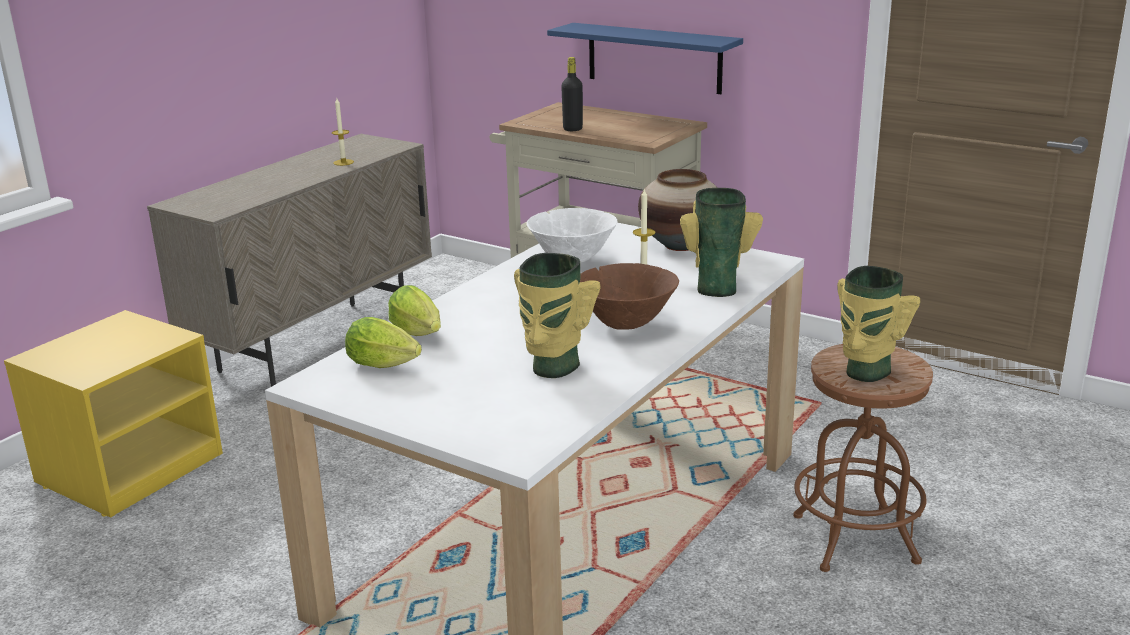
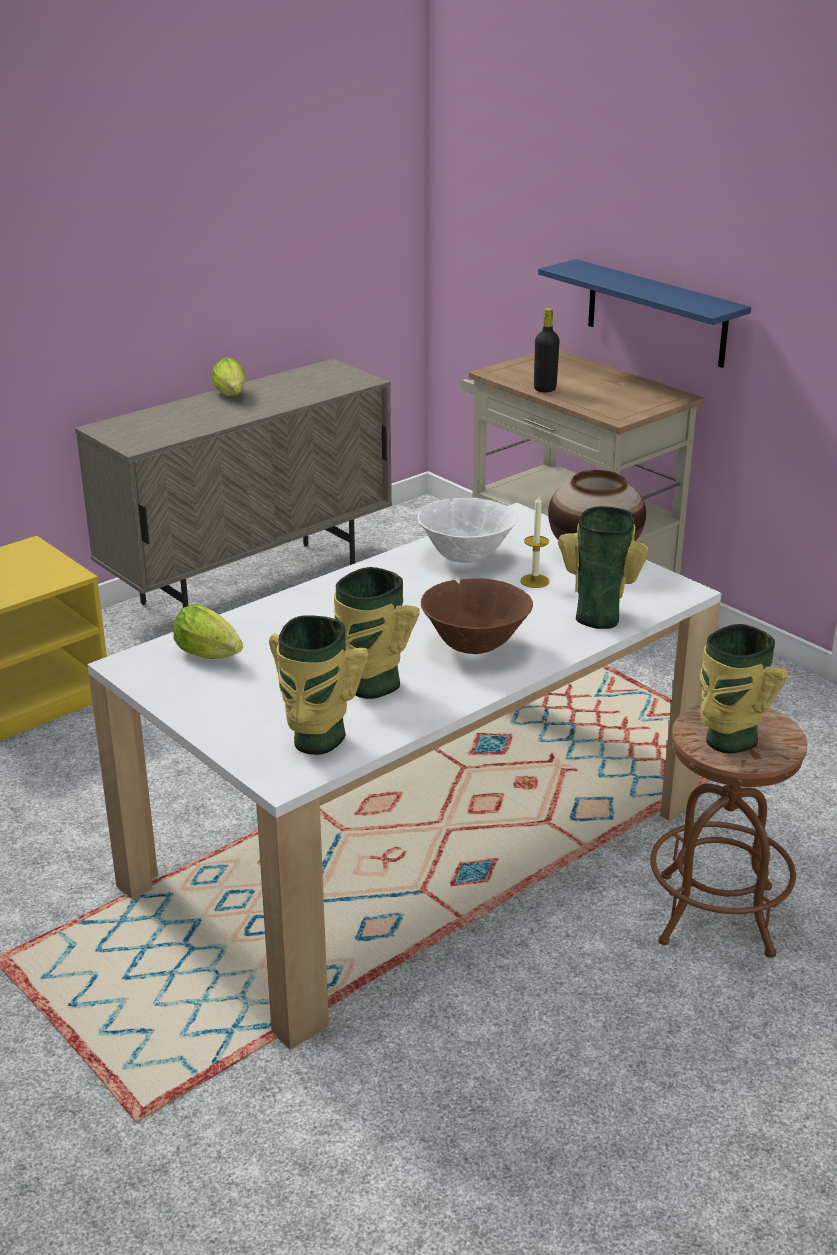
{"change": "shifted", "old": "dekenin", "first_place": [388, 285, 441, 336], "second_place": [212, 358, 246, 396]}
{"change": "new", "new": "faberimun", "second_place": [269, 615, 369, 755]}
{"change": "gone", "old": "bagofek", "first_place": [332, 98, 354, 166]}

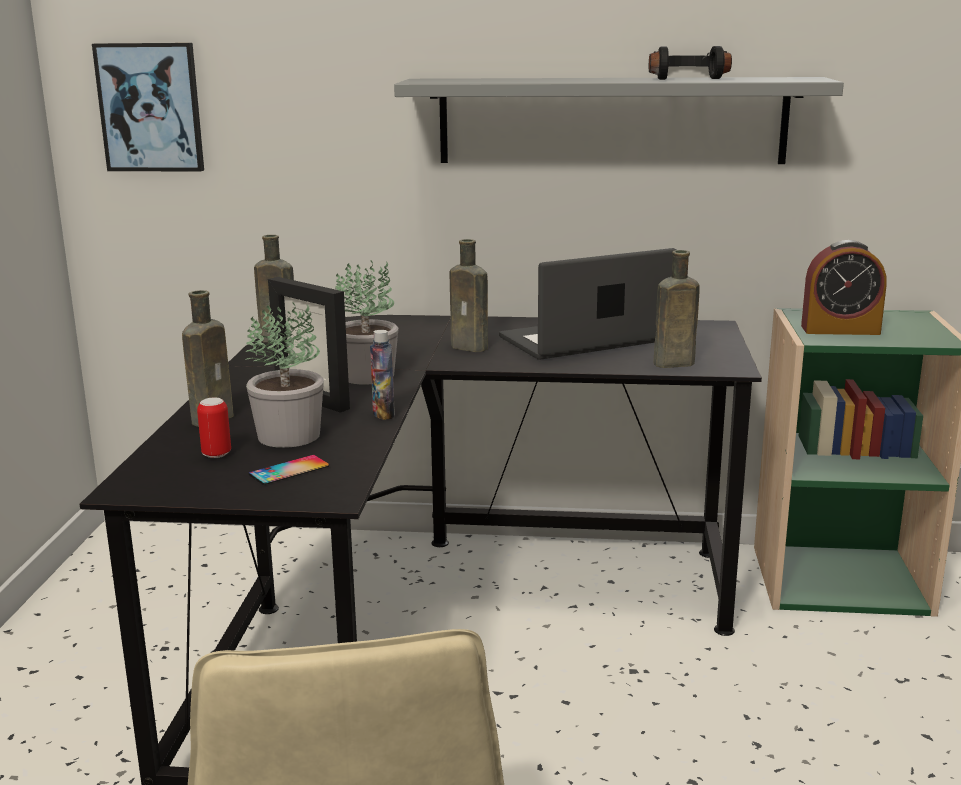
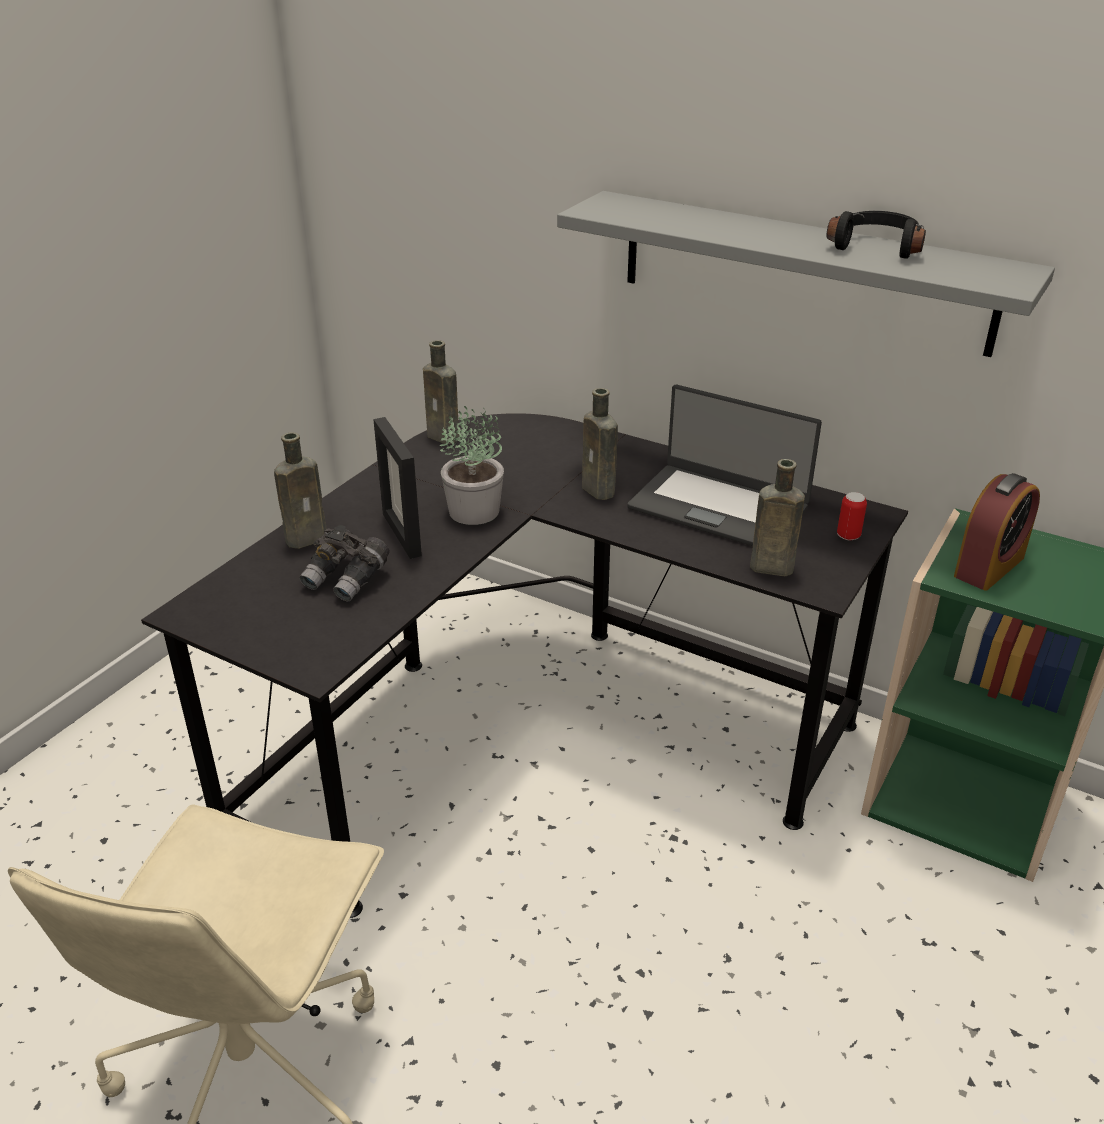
{"change": "swapped", "old": "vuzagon", "new": "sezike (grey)", "first_place": [245, 302, 324, 448], "second_place": [299, 525, 390, 601]}
{"change": "rotated", "old": "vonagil", "first_place": [499, 248, 677, 360], "second_place": [627, 385, 822, 546], "degrees": -150}
{"change": "shifted", "old": "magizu", "first_place": [197, 397, 231, 458], "second_place": [837, 492, 867, 540]}
{"change": "rotated", "old": "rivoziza", "first_place": [801, 240, 887, 335], "second_place": [954, 473, 1040, 591], "degrees": -75}
{"change": "gone", "old": "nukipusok", "first_place": [92, 43, 204, 172]}
{"change": "gone", "old": "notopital", "first_place": [249, 455, 329, 485]}
{"change": "gone", "old": "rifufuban", "first_place": [370, 330, 395, 420]}

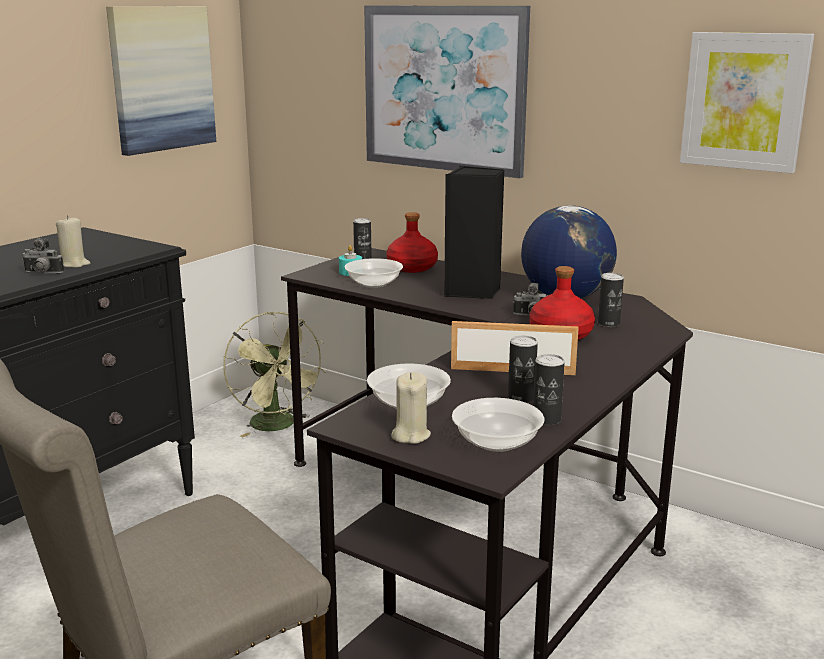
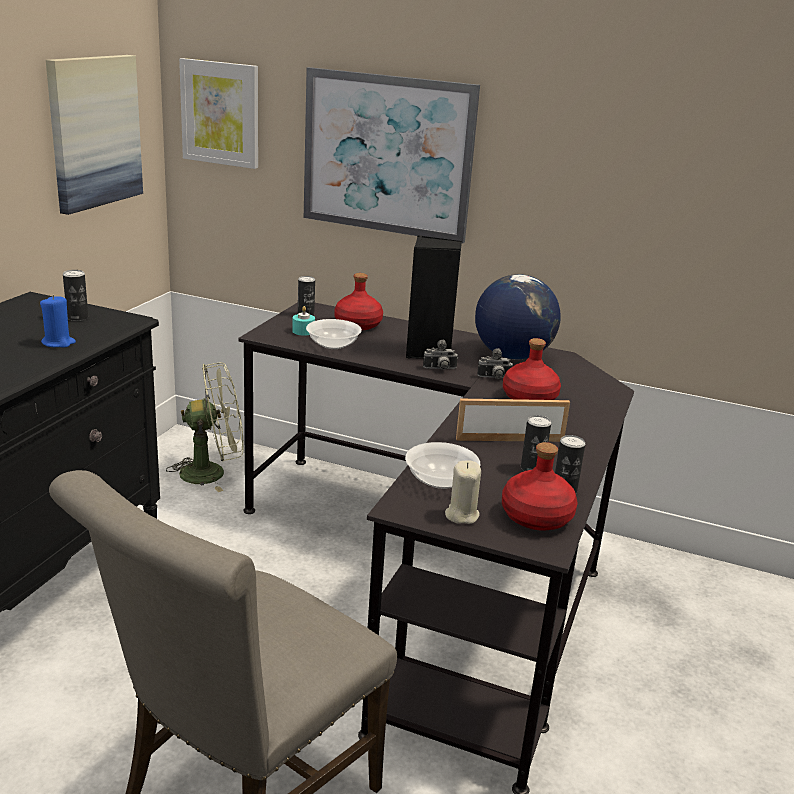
{"change": "repainted", "old": "bagofek (beige)", "new": "bagofek (blue)", "first_place": [56, 215, 90, 268], "second_place": [40, 295, 76, 347]}
{"change": "shifted", "old": "magizu", "first_place": [598, 273, 624, 327], "second_place": [63, 270, 88, 321]}
{"change": "rotated", "old": "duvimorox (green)", "first_place": [223, 312, 326, 437], "second_place": [166, 362, 244, 492], "degrees": -60}
{"change": "shifted", "old": "nukipusok", "first_place": [680, 32, 814, 173], "second_place": [179, 58, 258, 169]}
{"change": "shifted", "old": "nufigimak", "first_place": [22, 238, 64, 274], "second_place": [423, 340, 458, 370]}
{"change": "swapped", "old": "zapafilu", "new": "rifufuban (red)", "first_place": [452, 398, 544, 452], "second_place": [502, 442, 578, 530]}

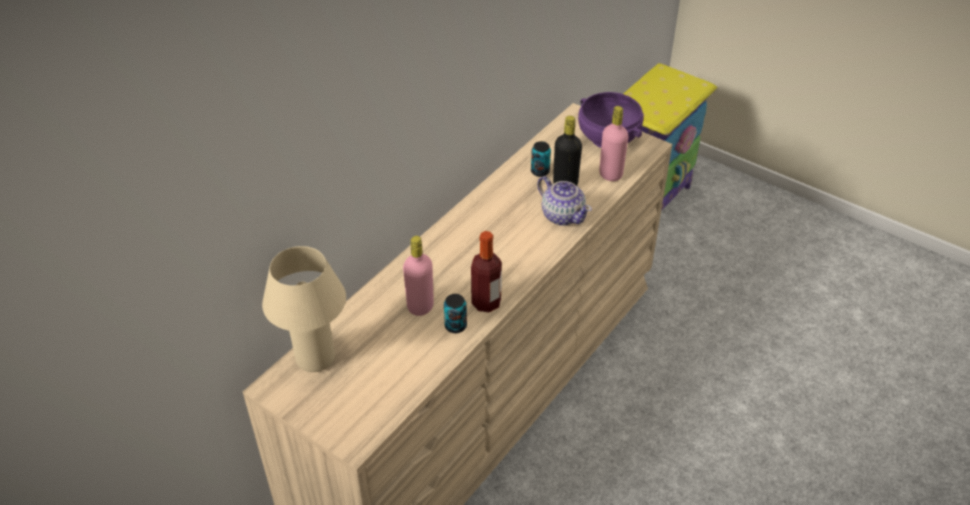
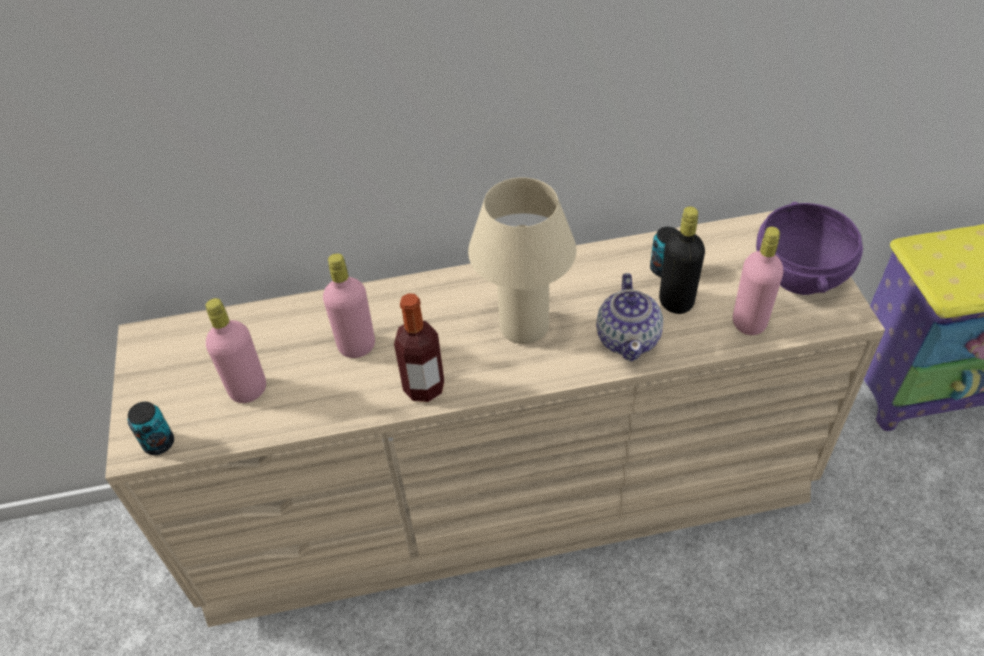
{"change": "shifted", "old": "magizu", "first_place": [444, 294, 467, 333], "second_place": [128, 402, 174, 455]}
{"change": "new", "new": "rifufuban (pink)", "second_place": [205, 298, 266, 403]}
{"change": "shifted", "old": "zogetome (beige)", "first_place": [262, 246, 346, 372], "second_place": [468, 178, 577, 344]}

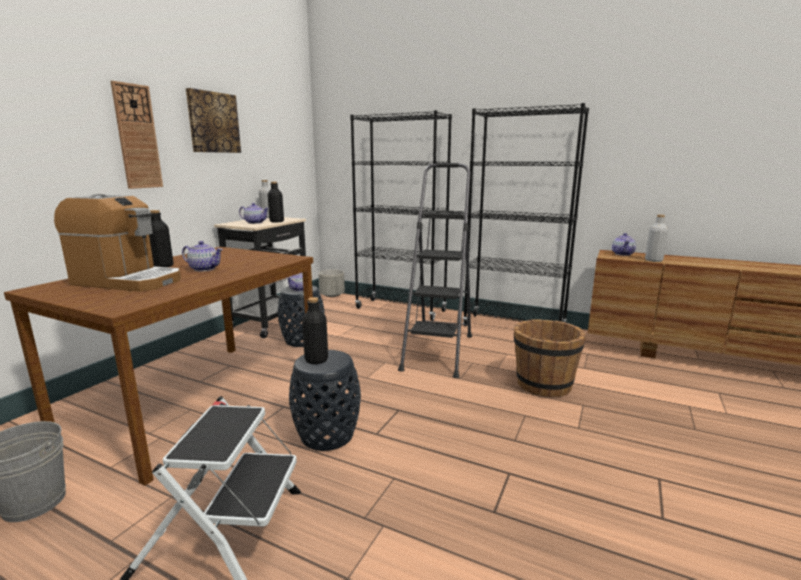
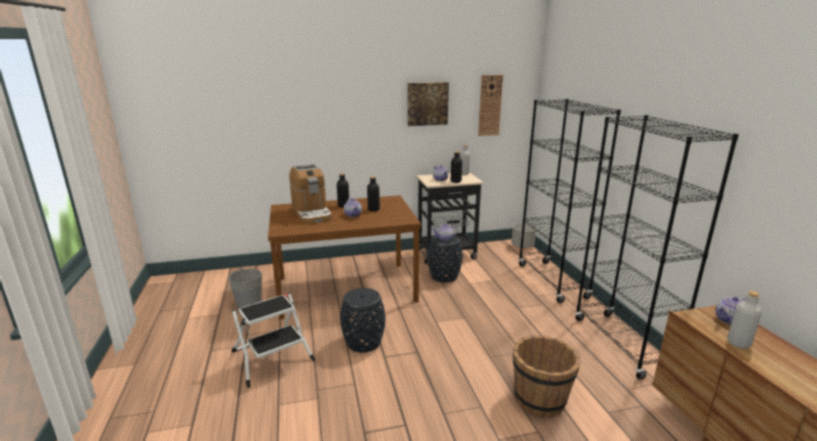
{"change": "shifted", "old": "rifufuban (black)", "first_place": [302, 297, 328, 364], "second_place": [367, 176, 380, 211]}
{"change": "shifted", "old": "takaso", "first_place": [111, 81, 163, 189], "second_place": [478, 75, 503, 136]}
{"change": "gone", "old": "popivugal", "first_place": [398, 163, 472, 378]}

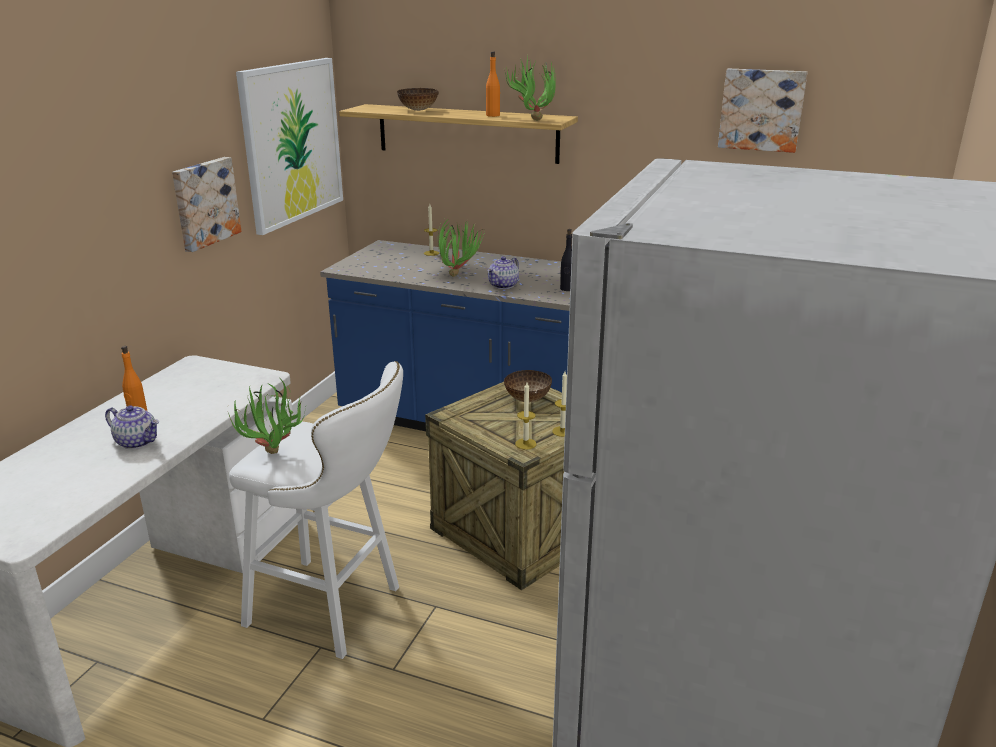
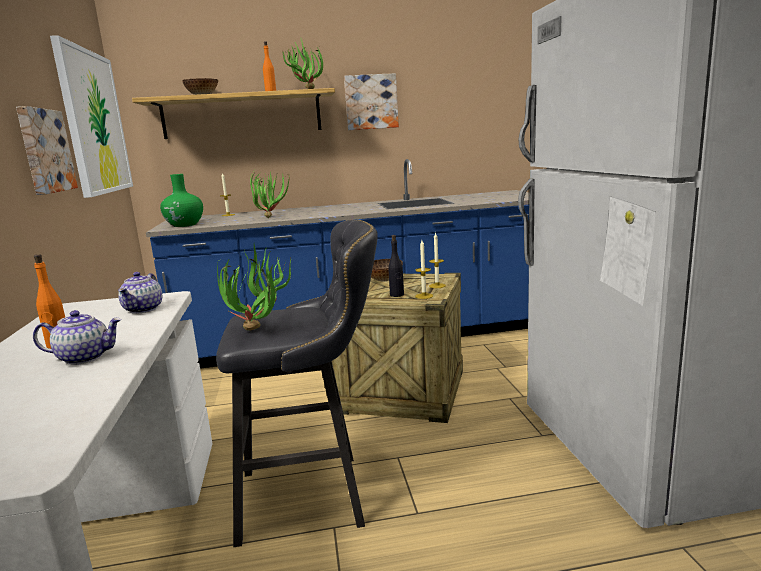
{"change": "shifted", "old": "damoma", "first_place": [487, 256, 519, 289], "second_place": [118, 272, 162, 314]}
{"change": "new", "new": "faberimun (green)", "second_place": [160, 174, 203, 227]}
{"change": "repainted", "old": "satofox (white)", "new": "satofox (black)", "first_place": [229, 361, 403, 659], "second_place": [216, 220, 378, 547]}
{"change": "shifted", "old": "nukipusok", "first_place": [718, 69, 808, 153], "second_place": [344, 73, 399, 130]}
{"change": "shifted", "old": "rifufuban (black)", "first_place": [560, 229, 572, 291], "second_place": [388, 235, 404, 297]}

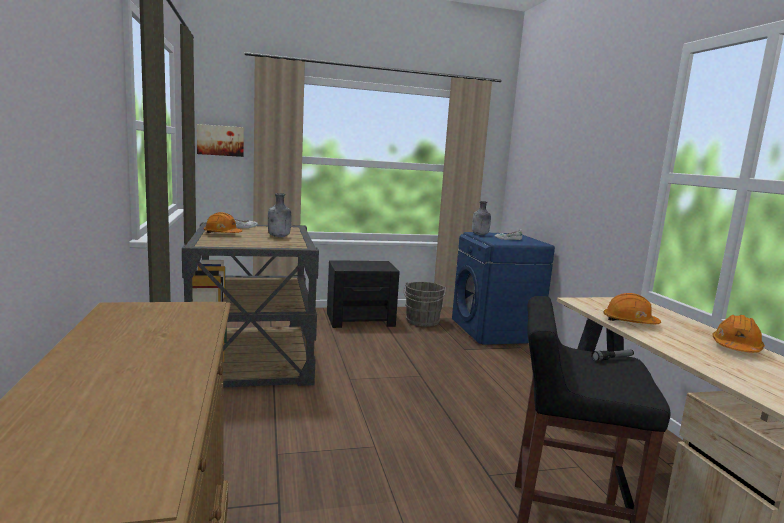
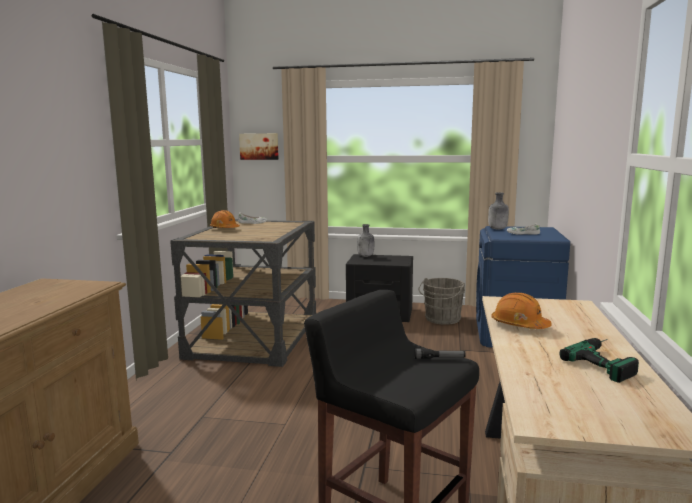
{"change": "shifted", "old": "rifufuban (grey)", "first_place": [268, 193, 291, 237], "second_place": [357, 224, 374, 257]}
{"change": "swapped", "old": "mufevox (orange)", "new": "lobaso", "first_place": [712, 315, 765, 353], "second_place": [560, 338, 639, 383]}

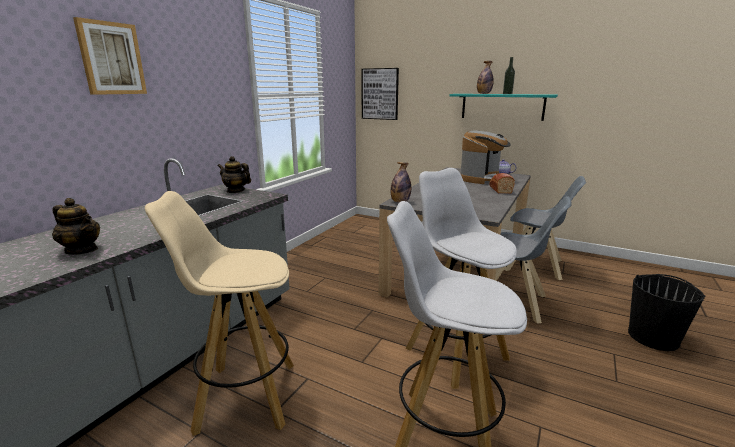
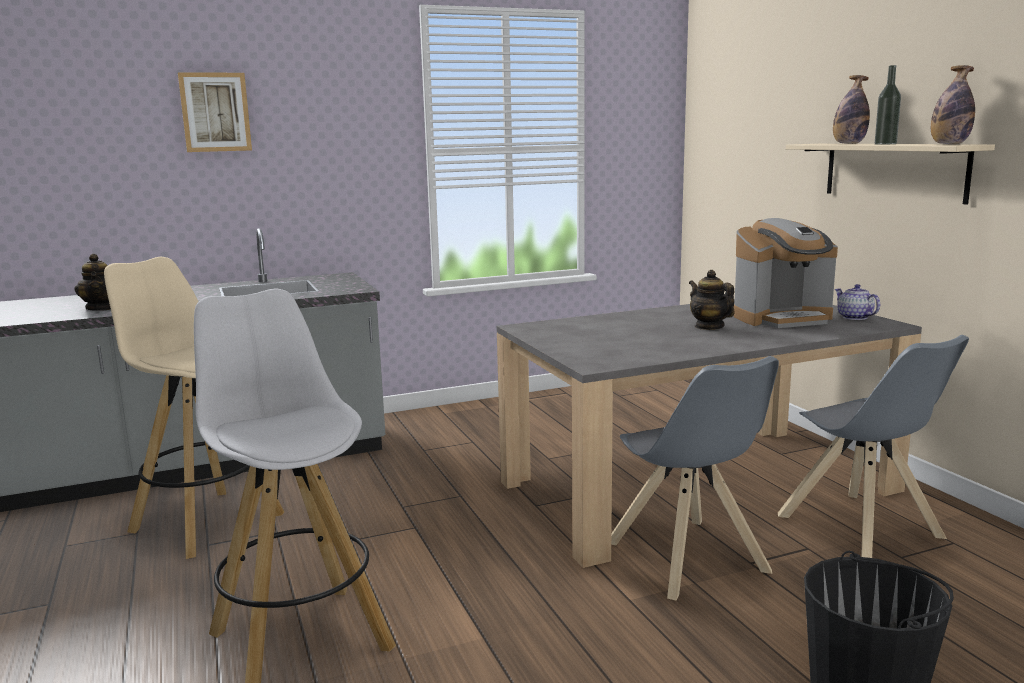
{"change": "shifted", "old": "damoma", "first_place": [218, 156, 251, 193], "second_place": [689, 270, 735, 330]}
{"change": "repainted", "old": "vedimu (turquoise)", "new": "vedimu (beige)", "first_place": [449, 94, 558, 121], "second_place": [786, 144, 995, 205]}
{"change": "shifted", "old": "rifufuban", "first_place": [391, 162, 411, 203], "second_place": [931, 65, 975, 144]}
{"change": "gone", "old": "nukipusok", "first_place": [361, 68, 399, 120]}
{"change": "gone", "old": "satofox (white)", "first_place": [406, 168, 517, 389]}
{"change": "gone", "old": "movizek", "first_place": [489, 173, 515, 194]}

